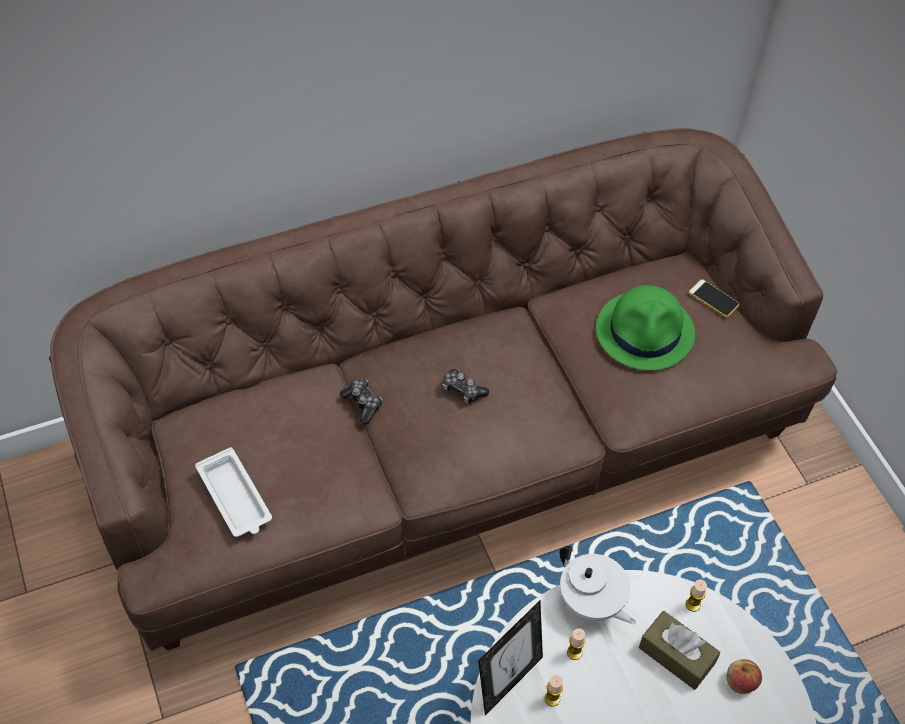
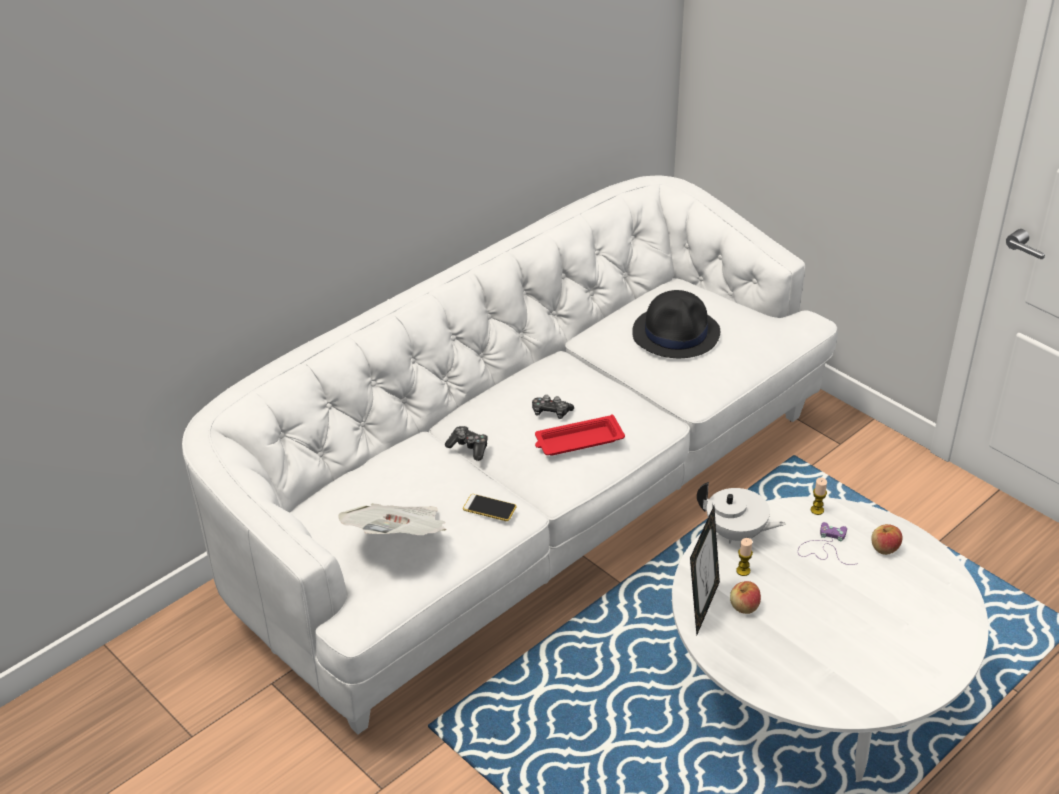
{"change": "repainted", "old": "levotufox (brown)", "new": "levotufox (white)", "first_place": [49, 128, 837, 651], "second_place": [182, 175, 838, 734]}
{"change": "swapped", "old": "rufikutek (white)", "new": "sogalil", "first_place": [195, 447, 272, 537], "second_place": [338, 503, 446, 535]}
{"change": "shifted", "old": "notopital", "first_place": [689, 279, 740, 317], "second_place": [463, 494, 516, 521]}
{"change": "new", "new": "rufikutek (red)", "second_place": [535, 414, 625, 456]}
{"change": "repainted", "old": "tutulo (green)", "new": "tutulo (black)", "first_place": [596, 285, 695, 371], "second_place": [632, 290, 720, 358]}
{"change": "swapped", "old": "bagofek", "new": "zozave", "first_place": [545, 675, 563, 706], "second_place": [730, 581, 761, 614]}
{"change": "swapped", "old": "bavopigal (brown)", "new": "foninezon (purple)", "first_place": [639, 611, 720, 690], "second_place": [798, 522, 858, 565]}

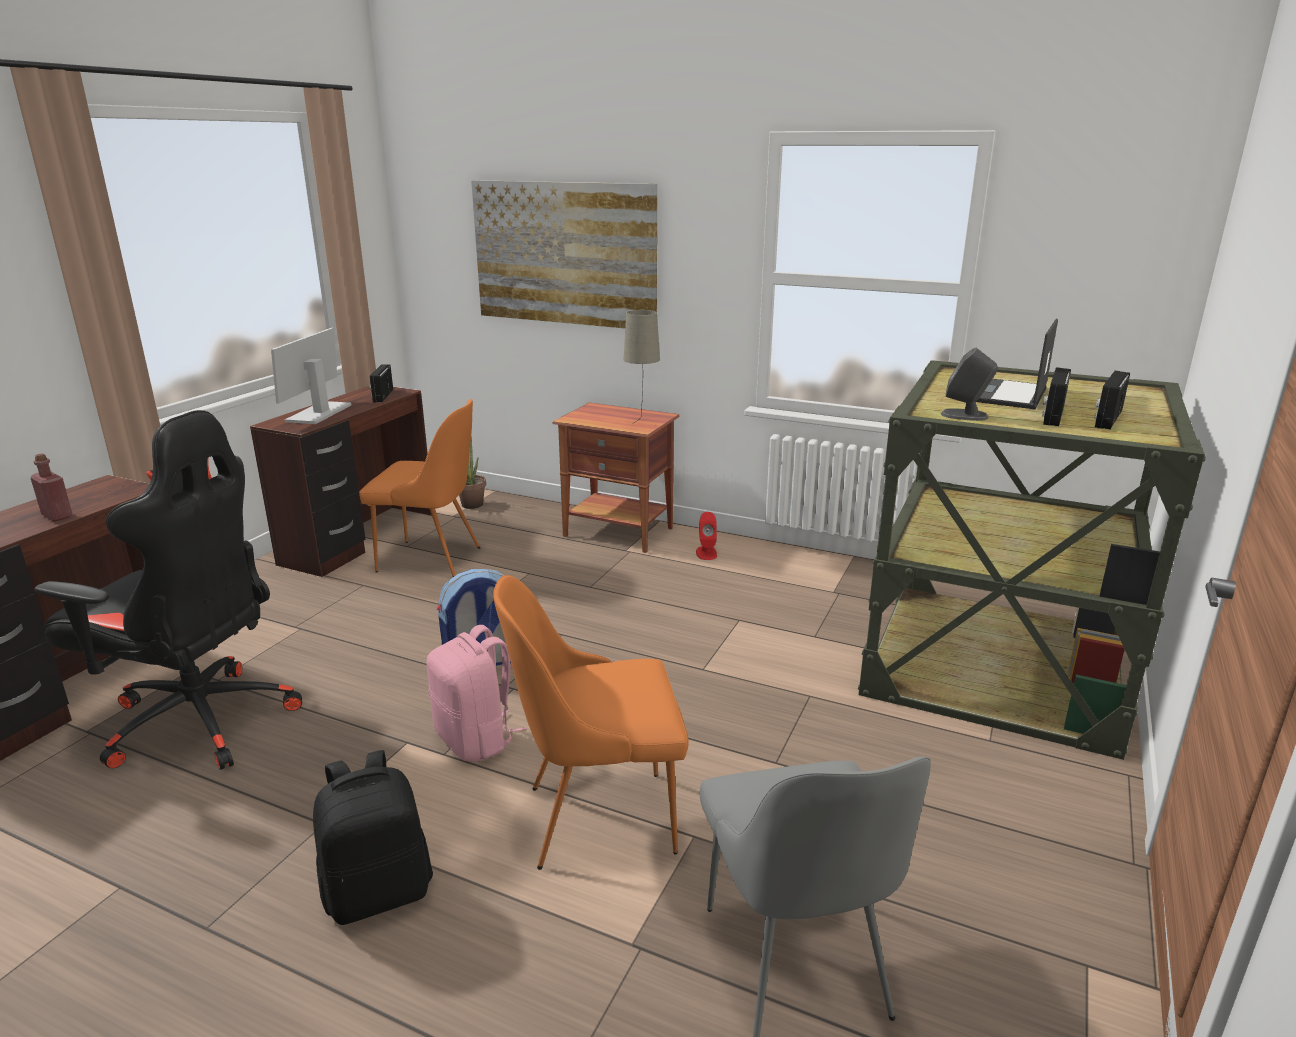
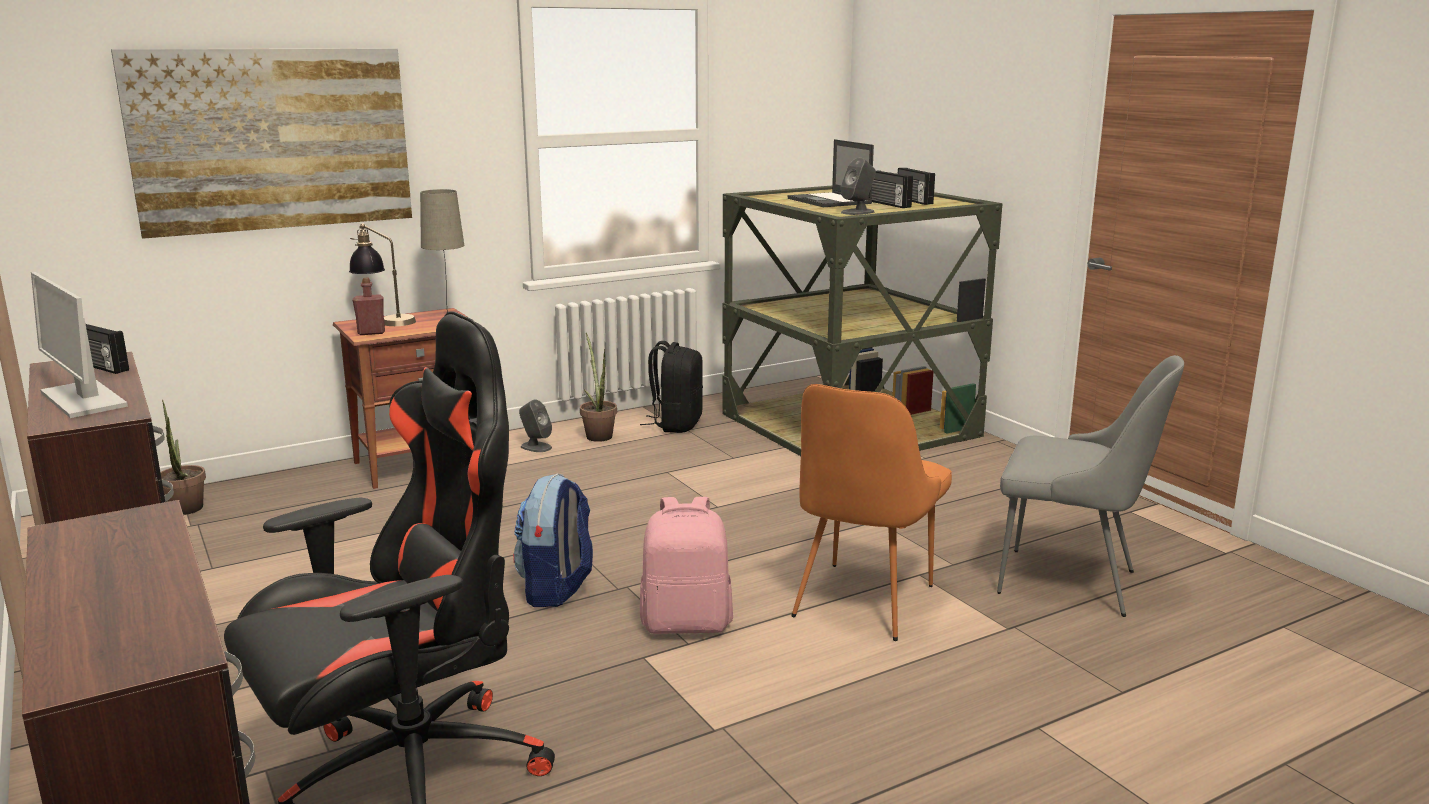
{"change": "new", "new": "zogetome", "second_place": [349, 223, 416, 326]}
{"change": "shifted", "old": "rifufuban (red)", "first_place": [30, 454, 73, 522], "second_place": [353, 278, 385, 335]}
{"change": "repainted", "old": "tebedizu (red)", "new": "tebedizu (grey)", "first_place": [696, 512, 717, 560], "second_place": [519, 400, 552, 452]}
{"change": "new", "new": "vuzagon", "second_place": [580, 333, 617, 442]}
{"change": "shifted", "old": "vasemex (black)", "first_place": [313, 750, 433, 925], "second_place": [640, 341, 703, 433]}
{"change": "gone", "old": "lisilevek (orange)", "first_place": [359, 399, 480, 577]}

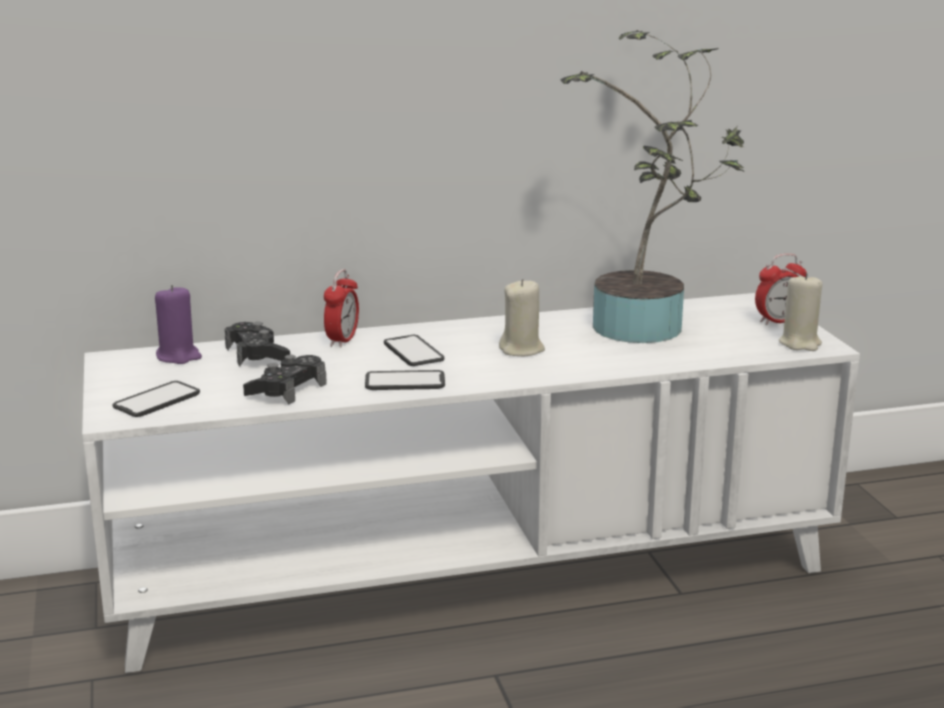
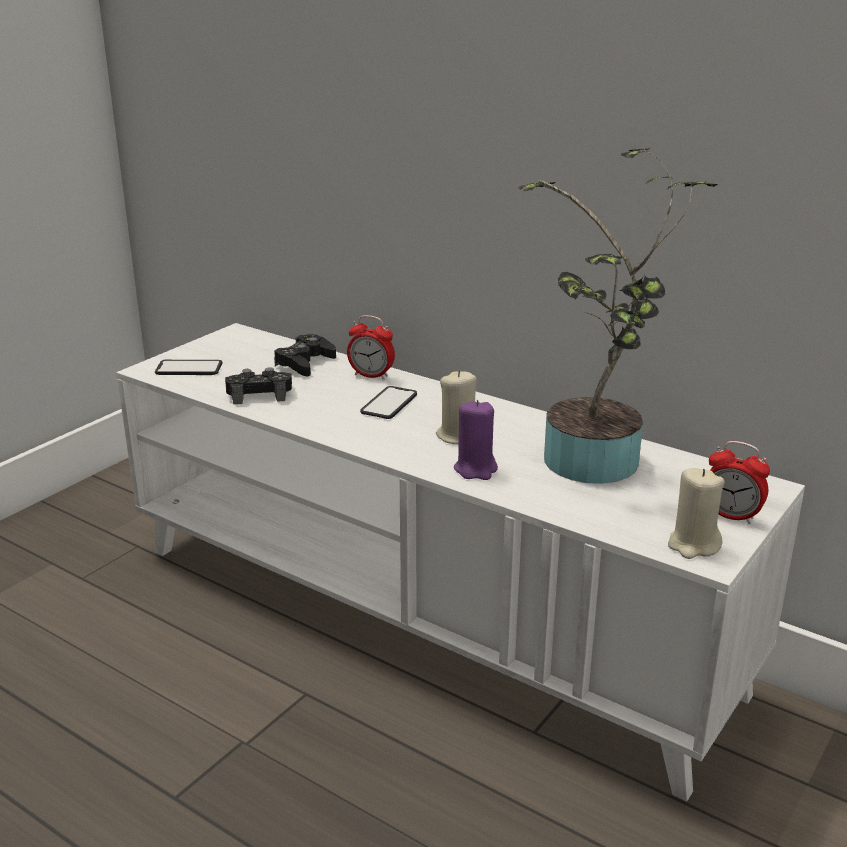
{"change": "rotated", "old": "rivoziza", "first_place": [324, 269, 359, 348], "second_place": [347, 315, 395, 380], "degrees": 45}
{"change": "shifted", "old": "bagofek (purple)", "first_place": [155, 285, 202, 364], "second_place": [454, 400, 498, 480]}
{"change": "gone", "old": "notopital", "first_place": [365, 370, 445, 390]}

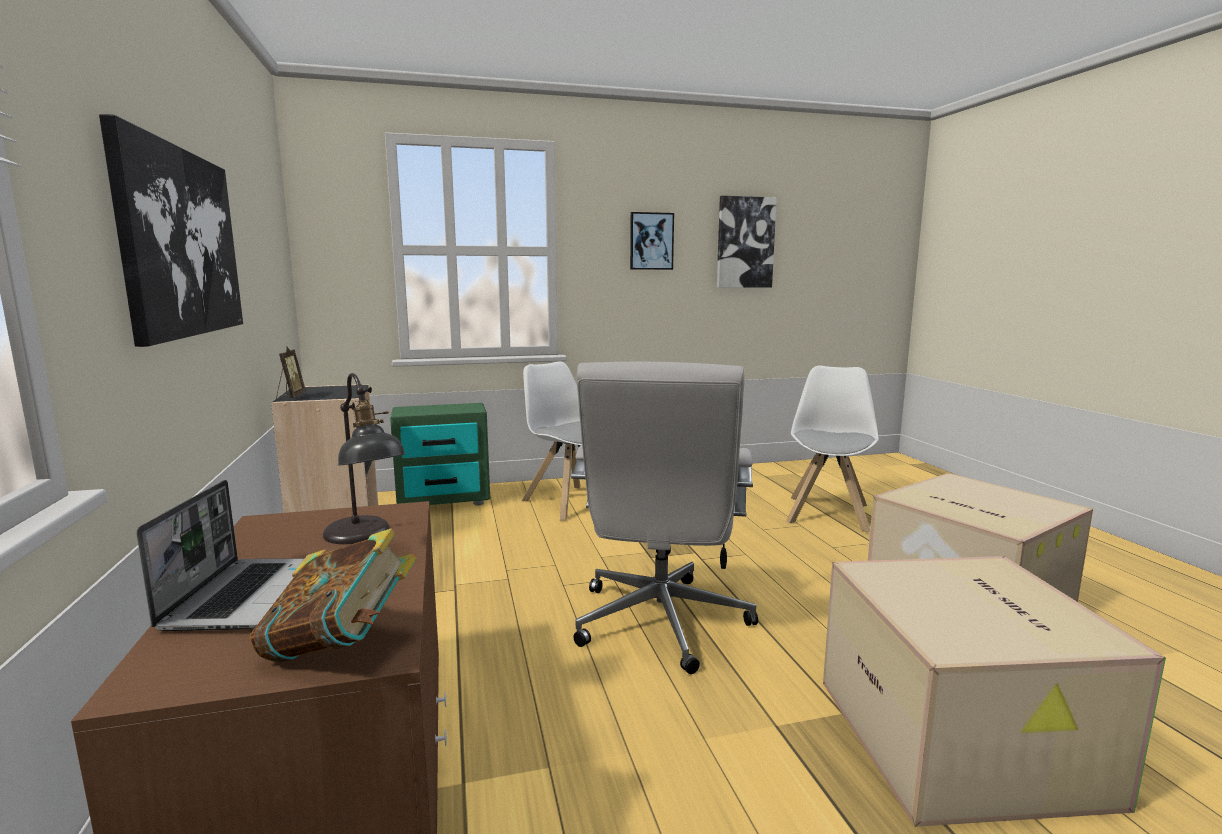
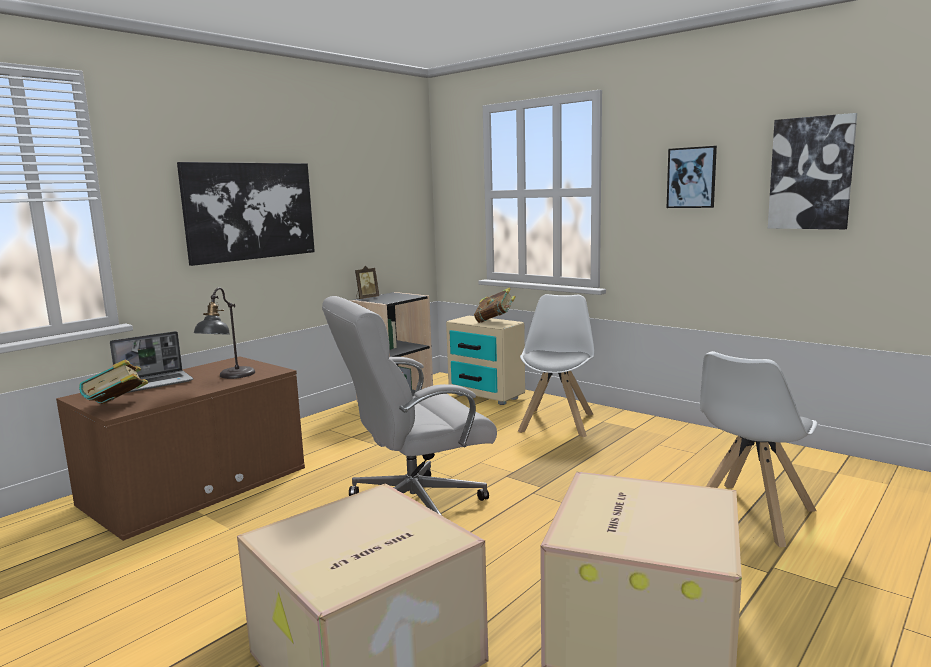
{"change": "repainted", "old": "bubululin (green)", "new": "bubululin (beige)", "first_place": [390, 403, 490, 505], "second_place": [446, 316, 525, 405]}
{"change": "new", "new": "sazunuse", "second_place": [474, 287, 516, 323]}
{"change": "rotated", "old": "lisilevek", "first_place": [786, 365, 879, 532], "second_place": [700, 351, 817, 548], "degrees": 150}

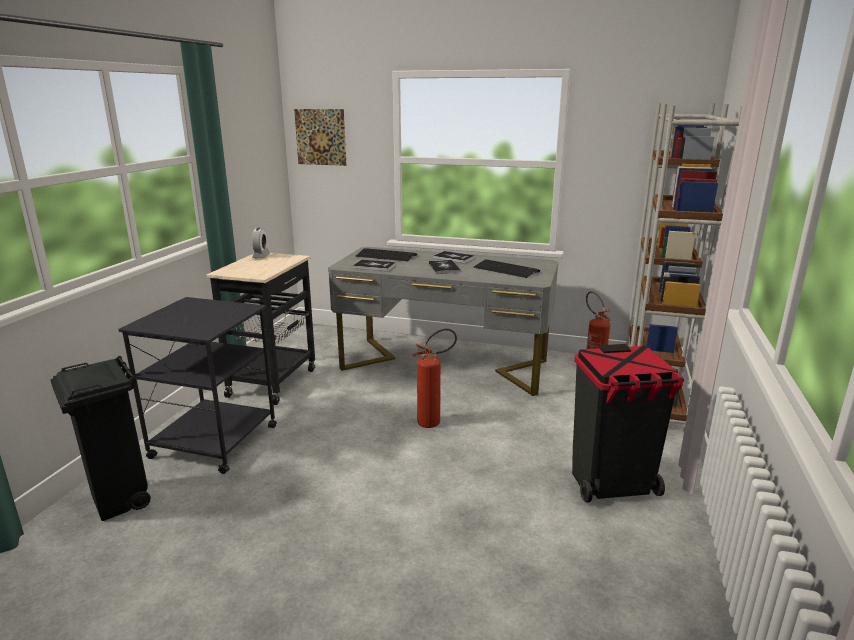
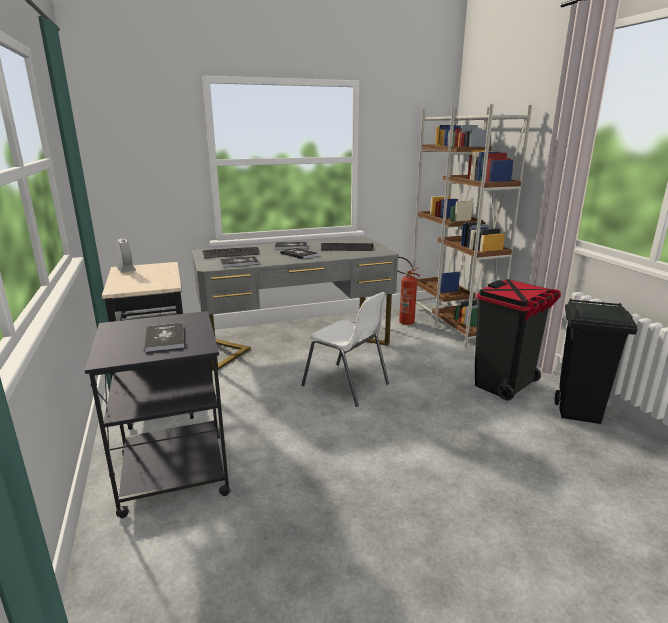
{"change": "new", "new": "sazunuse", "second_place": [144, 323, 185, 352]}
{"change": "swapped", "old": "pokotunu", "new": "lisilevek (white)", "first_place": [413, 328, 457, 428], "second_place": [302, 292, 389, 407]}
{"change": "shifted", "old": "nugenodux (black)", "first_place": [50, 356, 151, 521], "second_place": [555, 299, 637, 424]}
{"change": "gone", "old": "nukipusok", "first_place": [294, 109, 347, 166]}

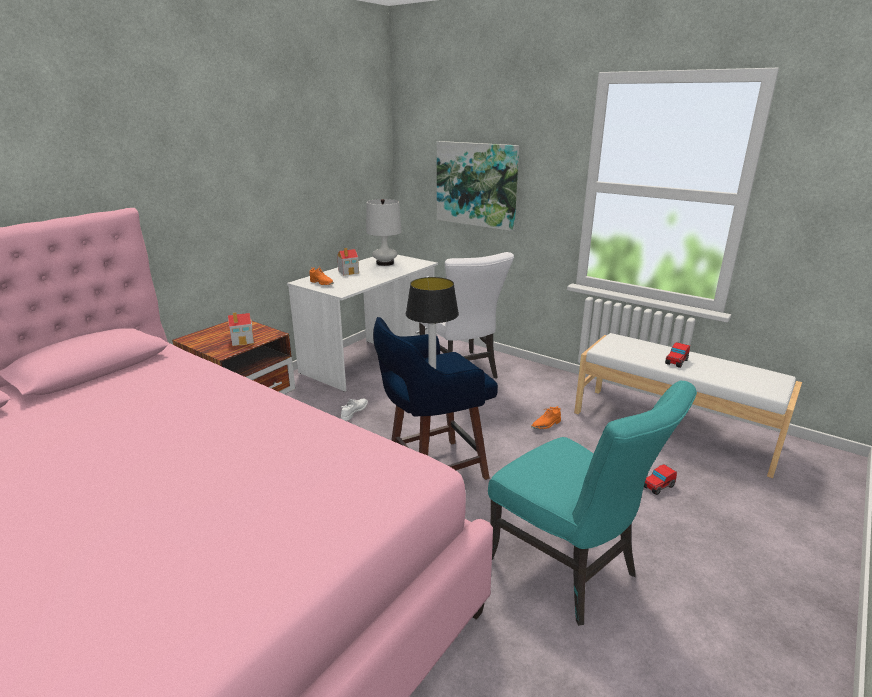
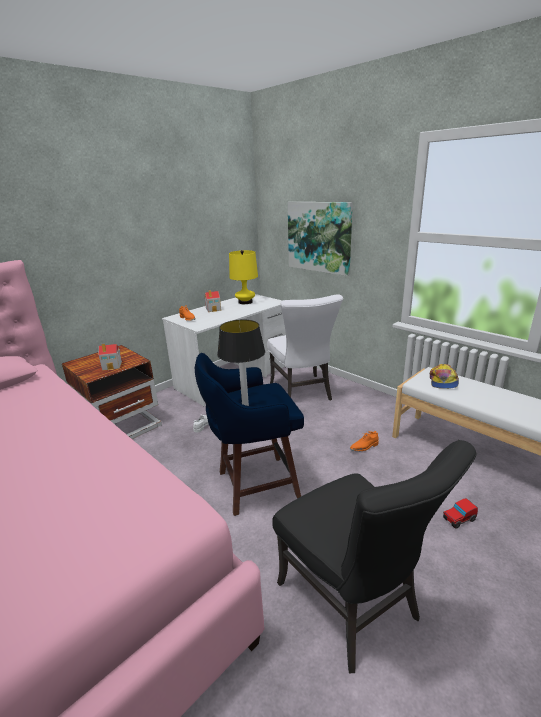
{"change": "repainted", "old": "zogetome (white)", "new": "zogetome (yellow)", "first_place": [366, 199, 402, 266], "second_place": [229, 250, 258, 304]}
{"change": "repainted", "old": "lisilevek (turquoise)", "new": "lisilevek (black)", "first_place": [488, 380, 697, 626], "second_place": [272, 440, 477, 673]}
{"change": "new", "new": "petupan", "second_place": [430, 364, 459, 389]}
{"change": "gone", "old": "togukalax", "first_place": [665, 342, 690, 368]}

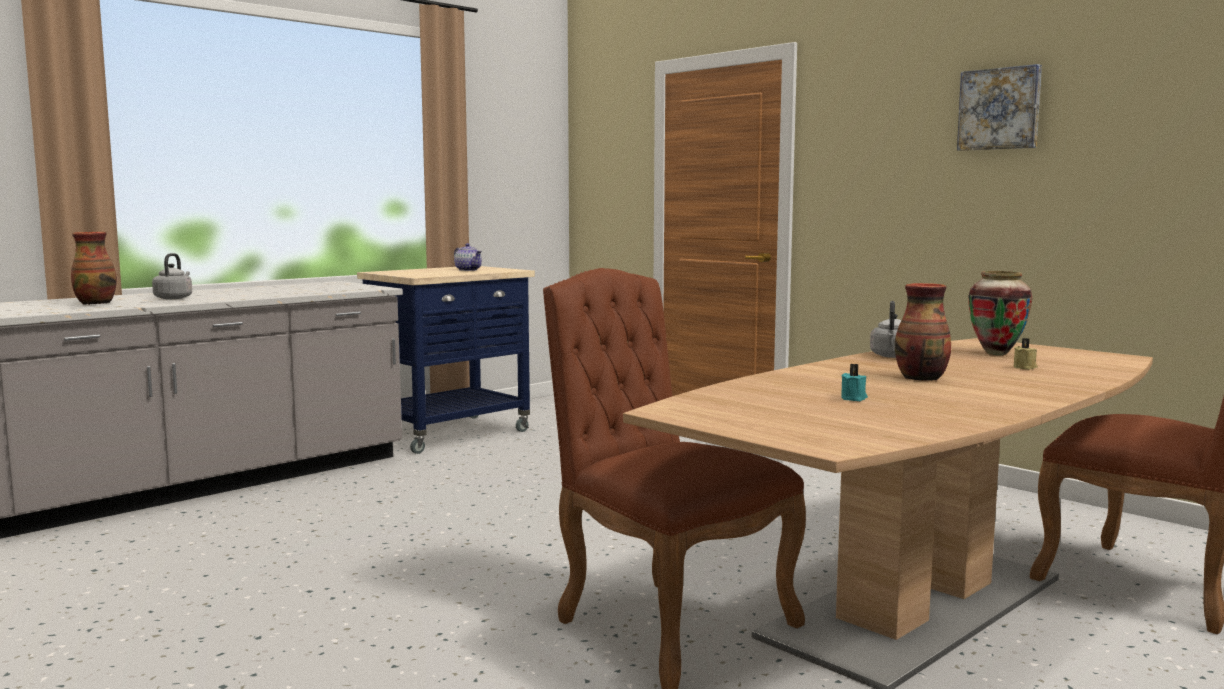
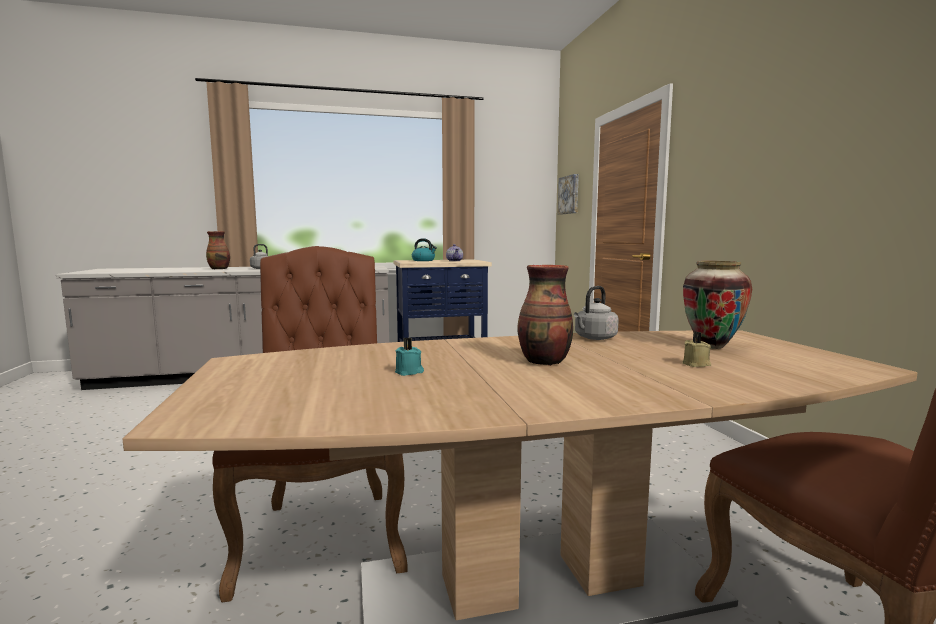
{"change": "new", "new": "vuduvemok", "second_place": [412, 238, 437, 261]}
{"change": "shifted", "old": "nukipusok", "first_place": [957, 64, 1042, 151], "second_place": [558, 174, 579, 215]}

